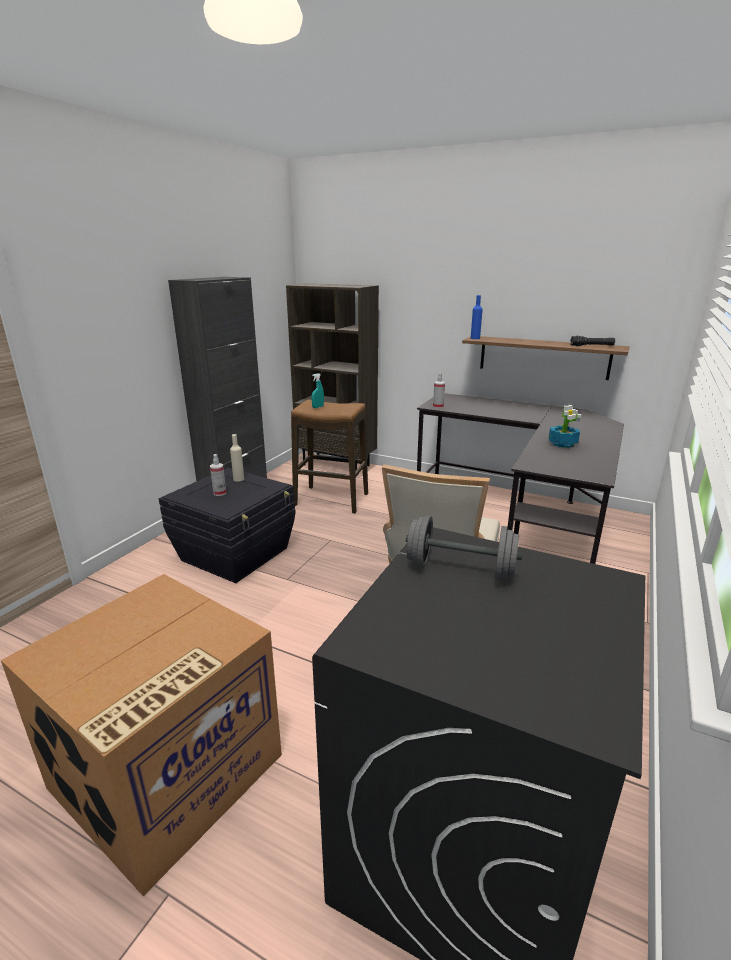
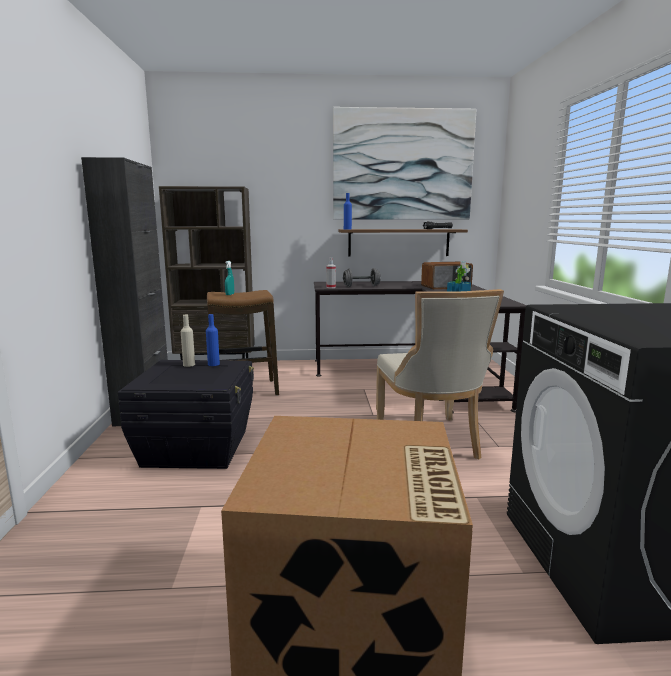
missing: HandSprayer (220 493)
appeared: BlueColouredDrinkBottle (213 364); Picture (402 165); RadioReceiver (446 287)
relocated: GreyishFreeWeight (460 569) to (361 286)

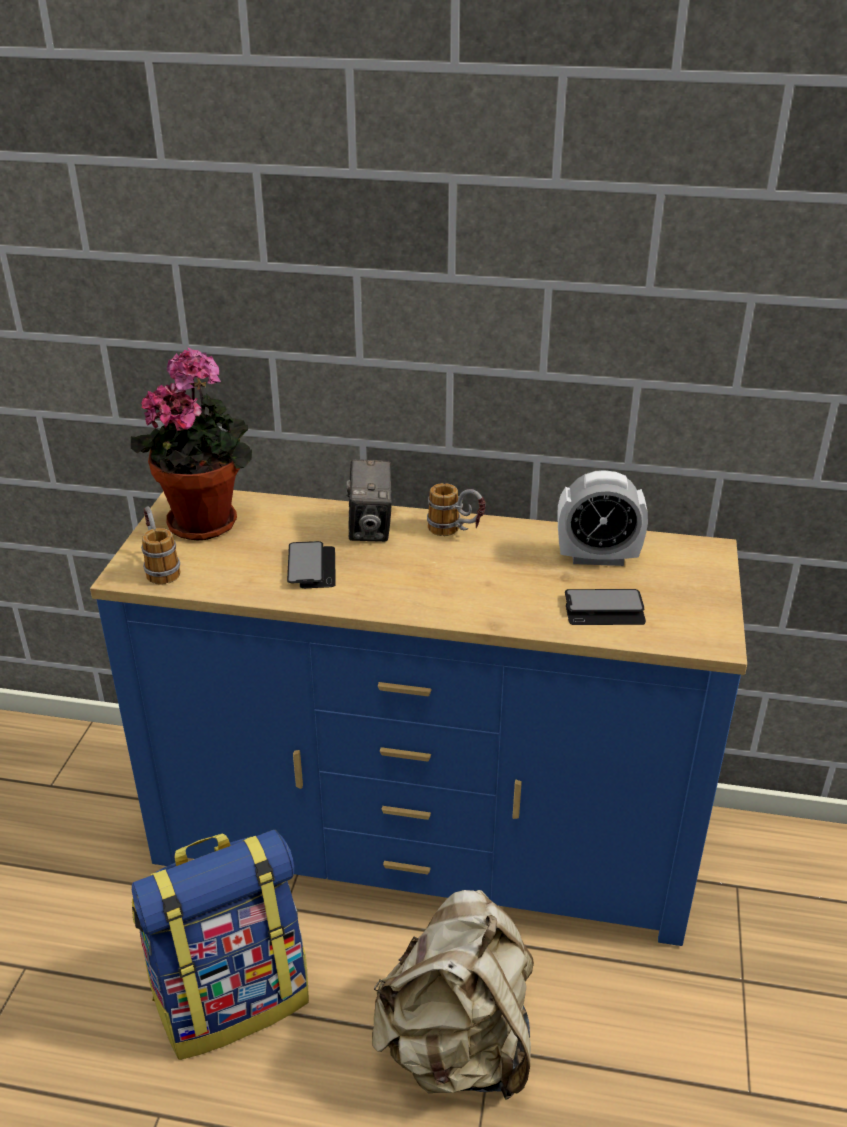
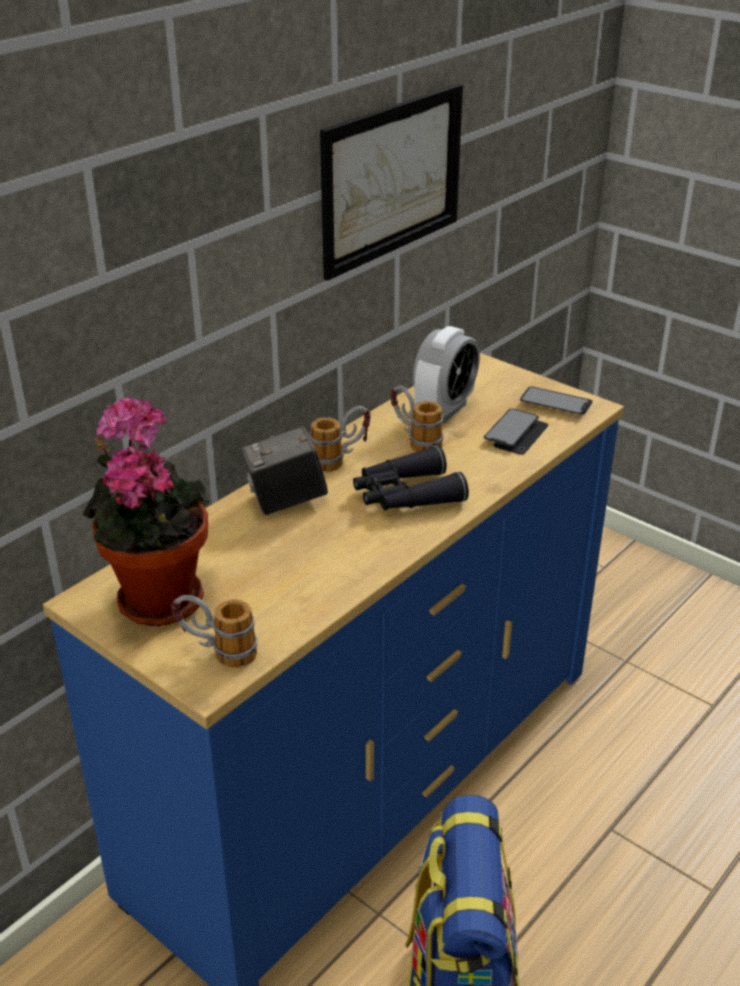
missing: SandColouredBackpack (458 1046)
appeared: Picture (392 179); BlackishFieldGlasses (406 495); TeaMug (414 441)
relocated: Telephone (311 567) to (556 403)
spun: PhotoCamera (370 529) = (286 501) 135 degrees clockwise

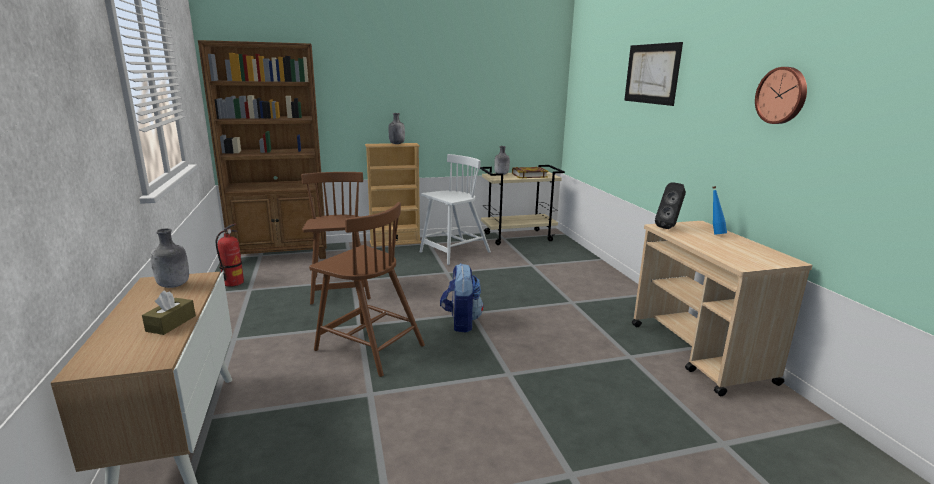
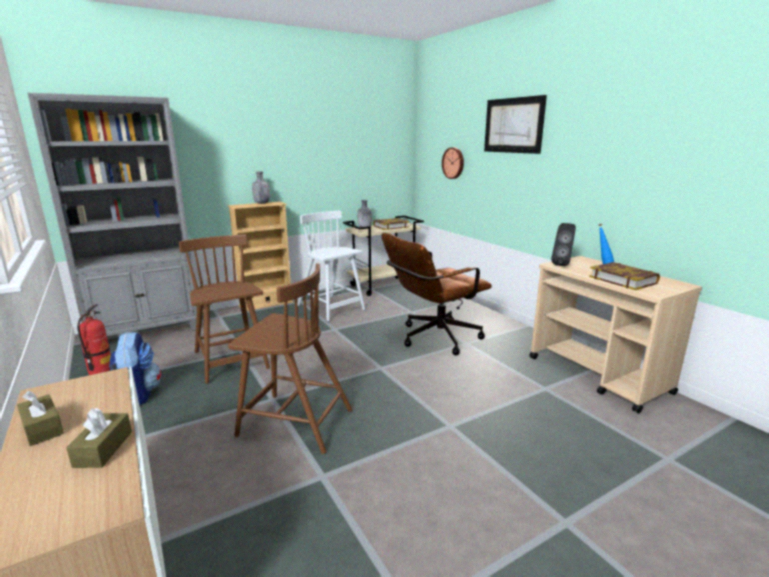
missing: GreyishDrinkBottle (174 285)
appeared: BrownishTissueBox (42 428); BrownishDeskChair (433 338); BoundBook (623 280)
relocated: Backpack (461 322) to (138 394); ClockOnTheWall (782 95) to (453 163)
colour: BrownishBookshelf (282 254) to GreyishBookshelf (146 331)
spun: WhitishChair (454 252) = (331 308) 75 degrees counterclockwise

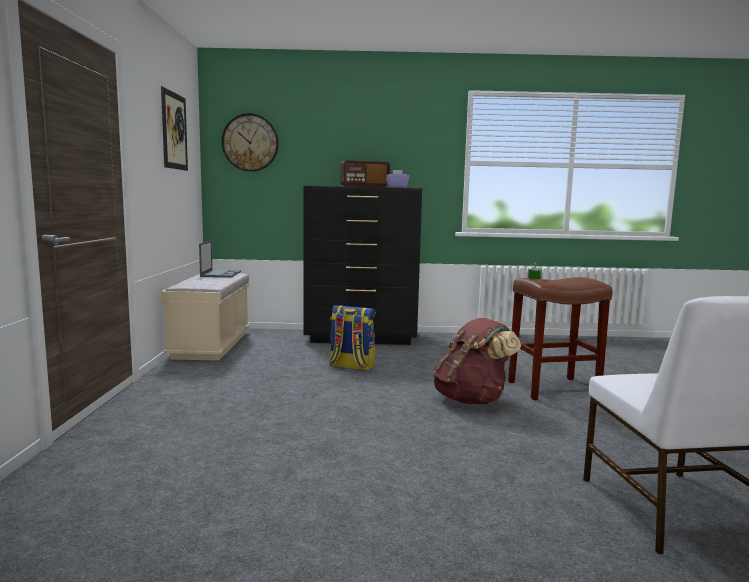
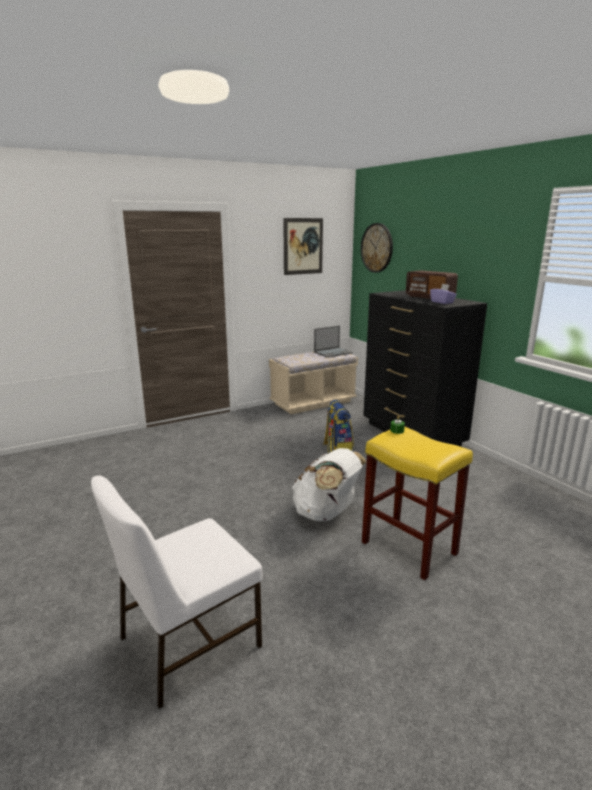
colour: BrownishBackpack (472 399) to WhitishBackpack (326 514); BrownishSittingStool (552 389) to YellowSittingStool (407 547)

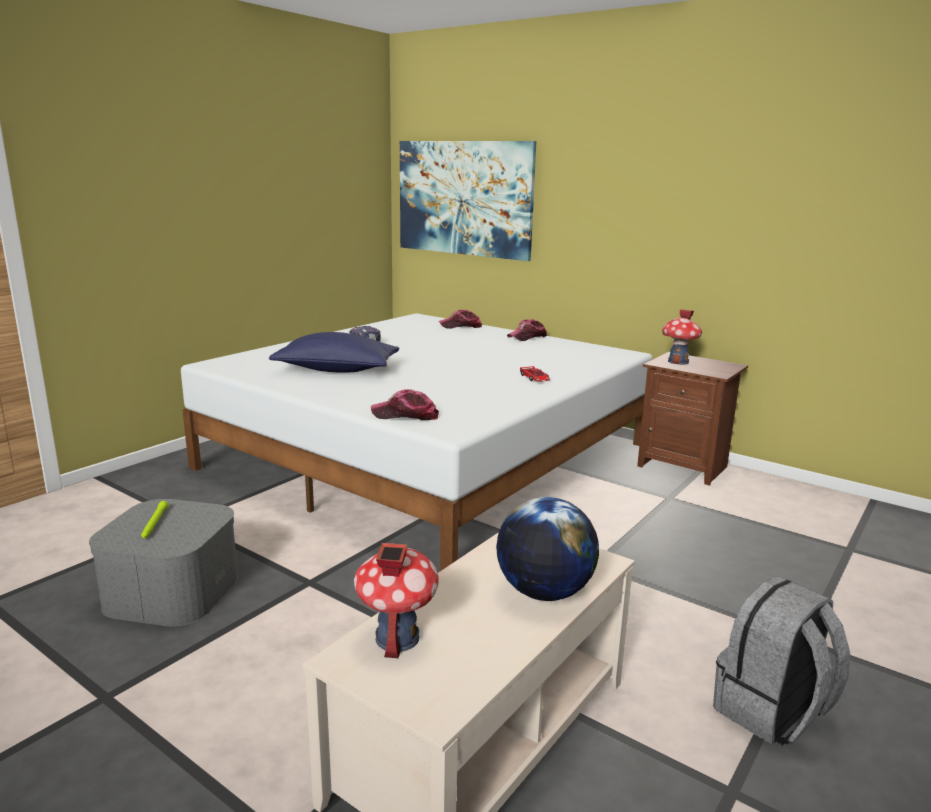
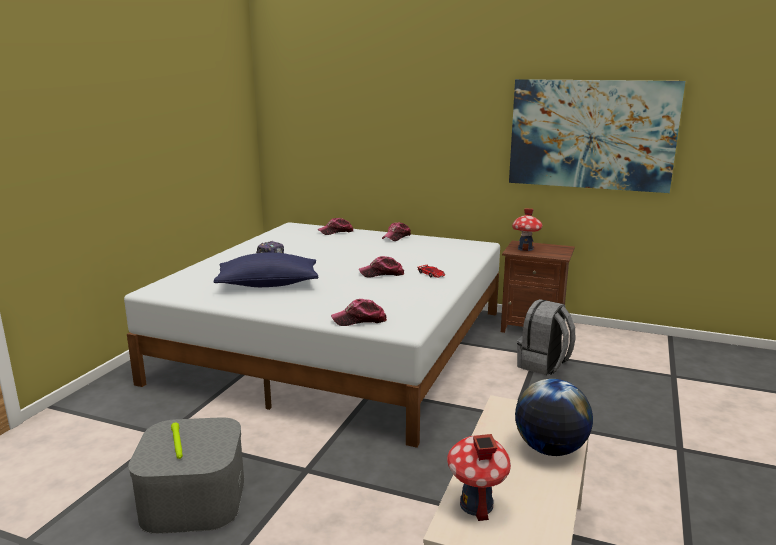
appeared: BaseballCap (382 273)
relocated: Picture (464 198) to (591 134); GreyishBackpack (771 712) to (543 365)

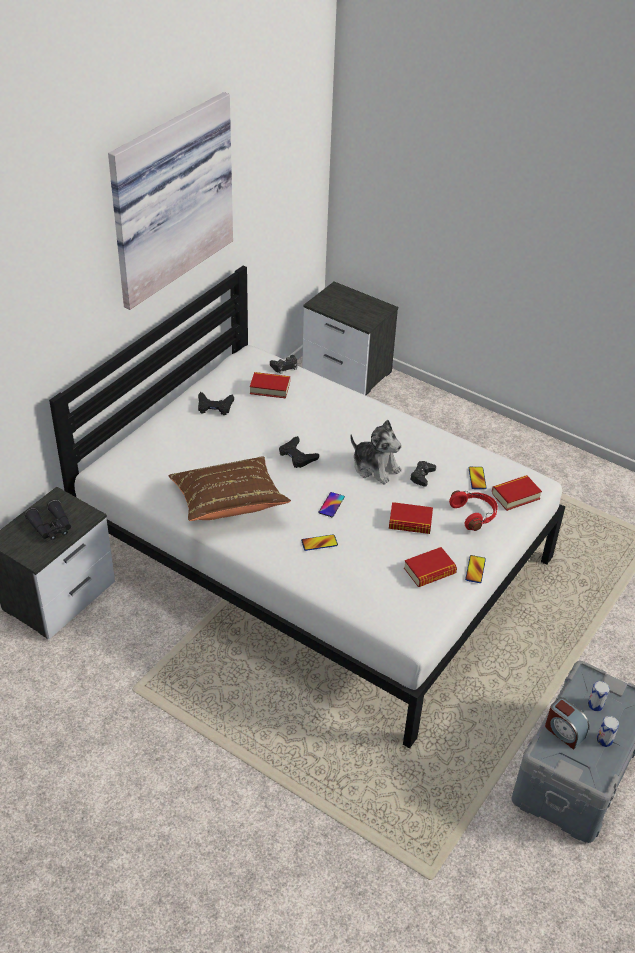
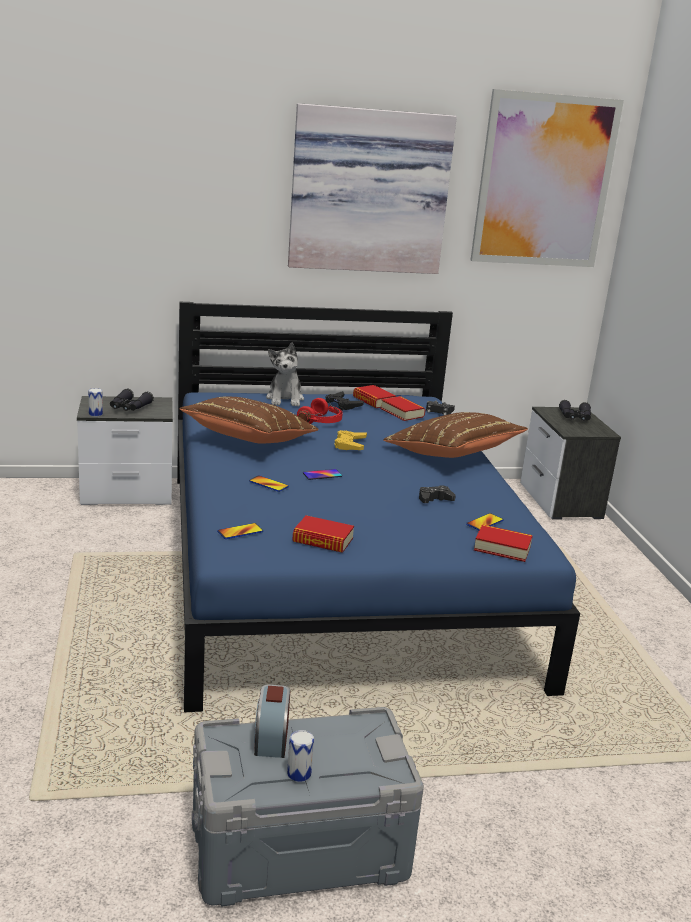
appeared: BrownishThrowPillow (452 455); Picture (544 181); BlackishFieldGlasses (575 417)
relocated: MetalCan (595 705) to (95 414); Telephone (475 569) to (240 532); SoftToy (375 468) to (285 399); ReddishHeadset (474 514) to (321 422); BoundBook (410 522) to (373 401)
colour: WhitishSleepingBed (315 554) to BlueColouredSleepingBed (337 570); BlackishJoypad (297 456) to YellowJoypad (350 444)

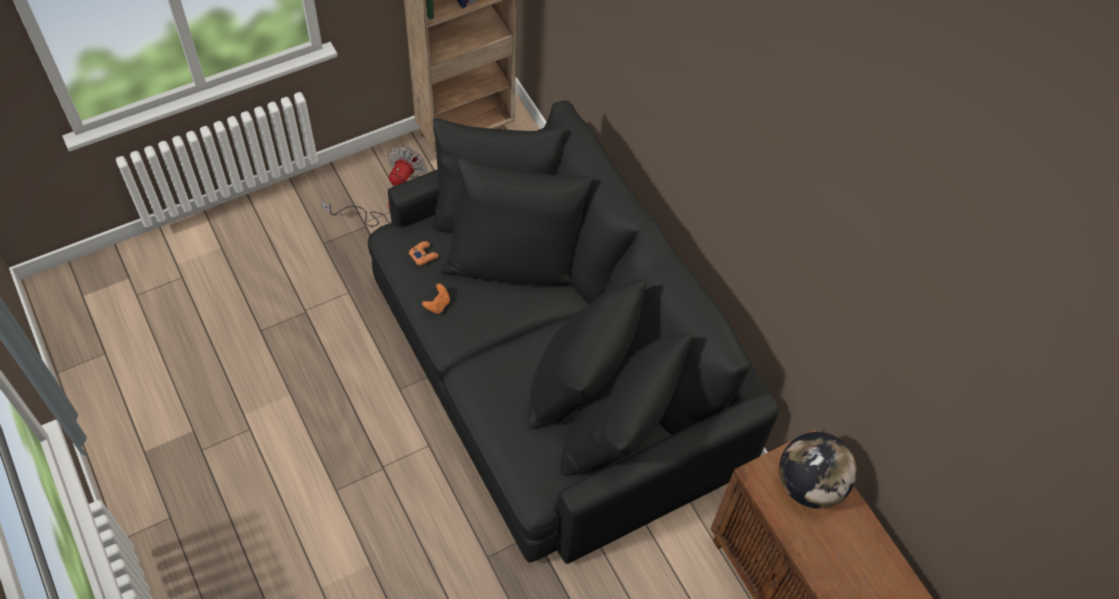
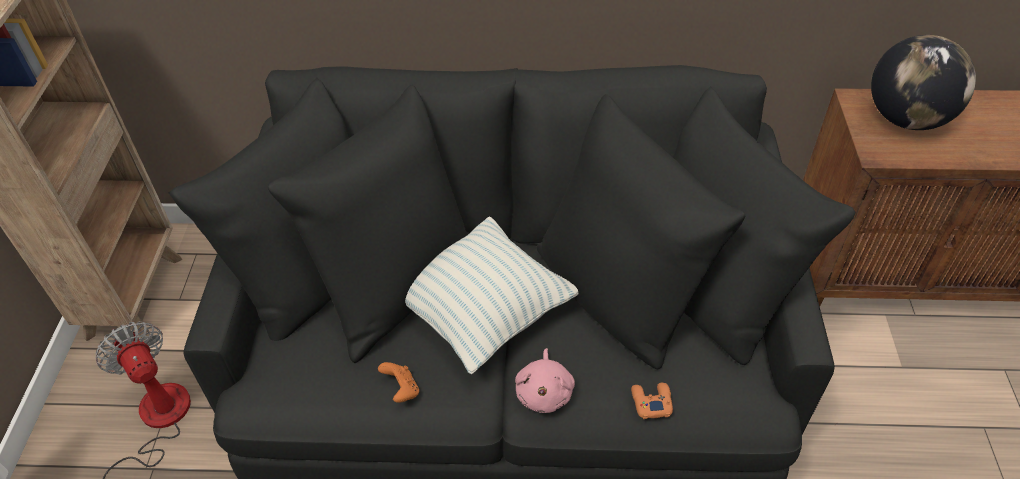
appeared: ThrowPillow (483 313); PinkColouredSoftToy (544 392)
relocated: OrangeJoypad (423 255) to (651 402)

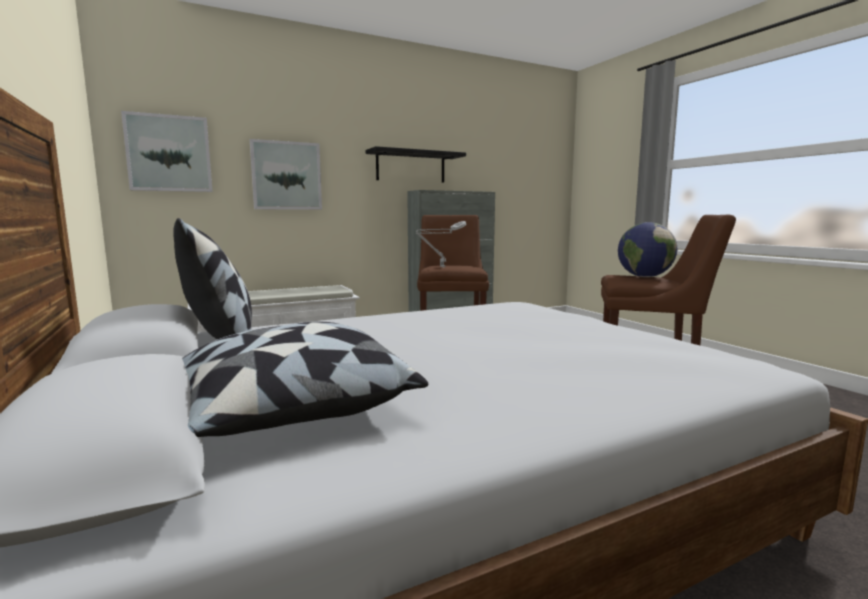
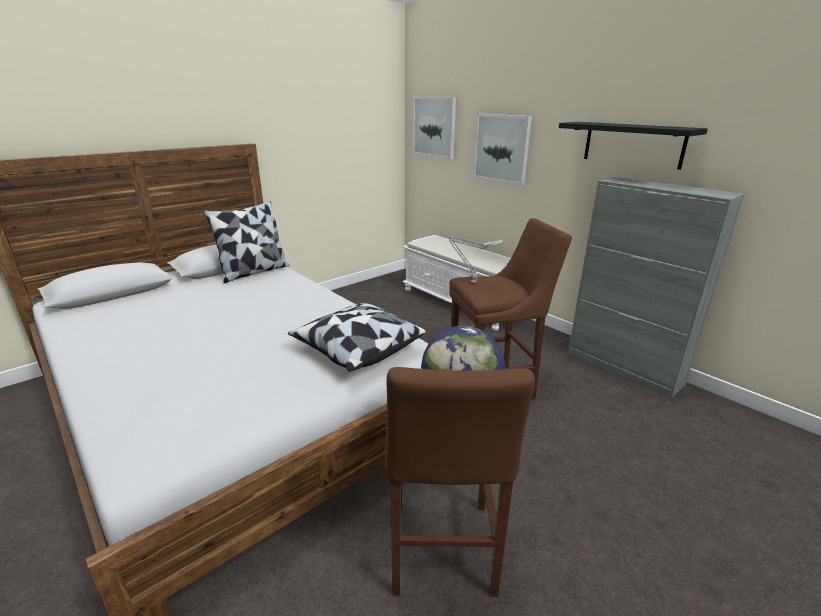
relocated: ThrowPillow (291 410) to (357 349)

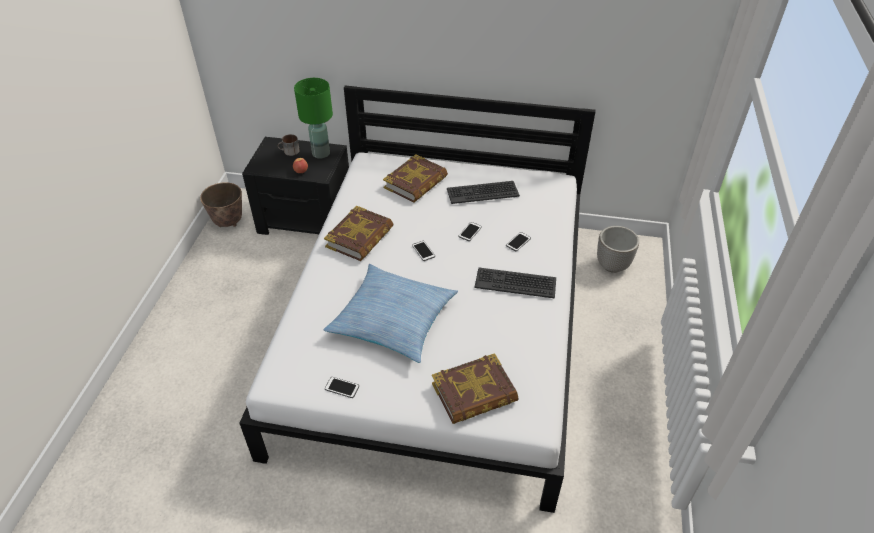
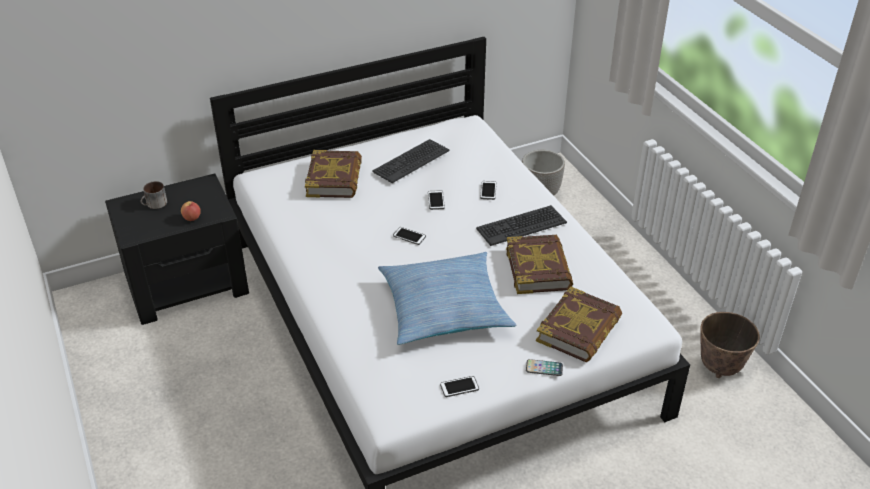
missing: GreenColouredLampForATable (321 154)
appeared: Telephone (544 368)
relocated: BoundBook (360 238) to (538 269); Planter (228 222) to (720 367)

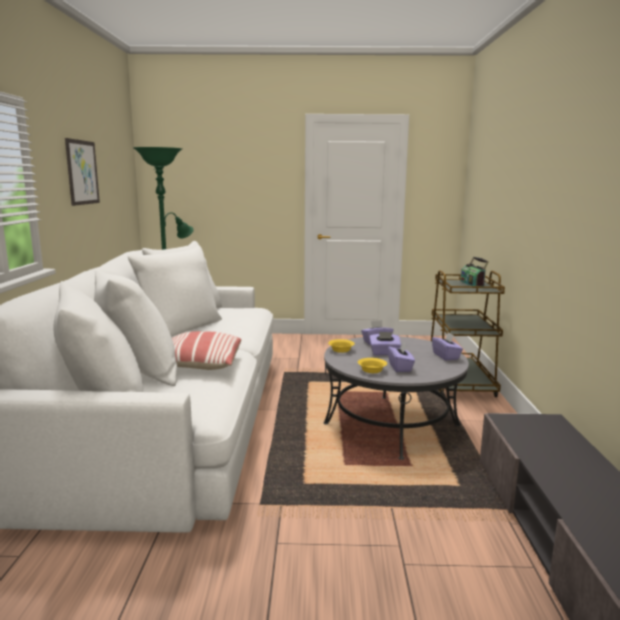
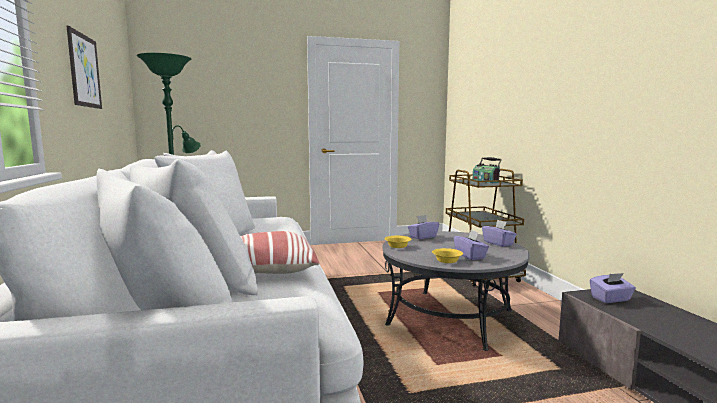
relocated: PurpleTissueBox (384 353) to (611 299)

